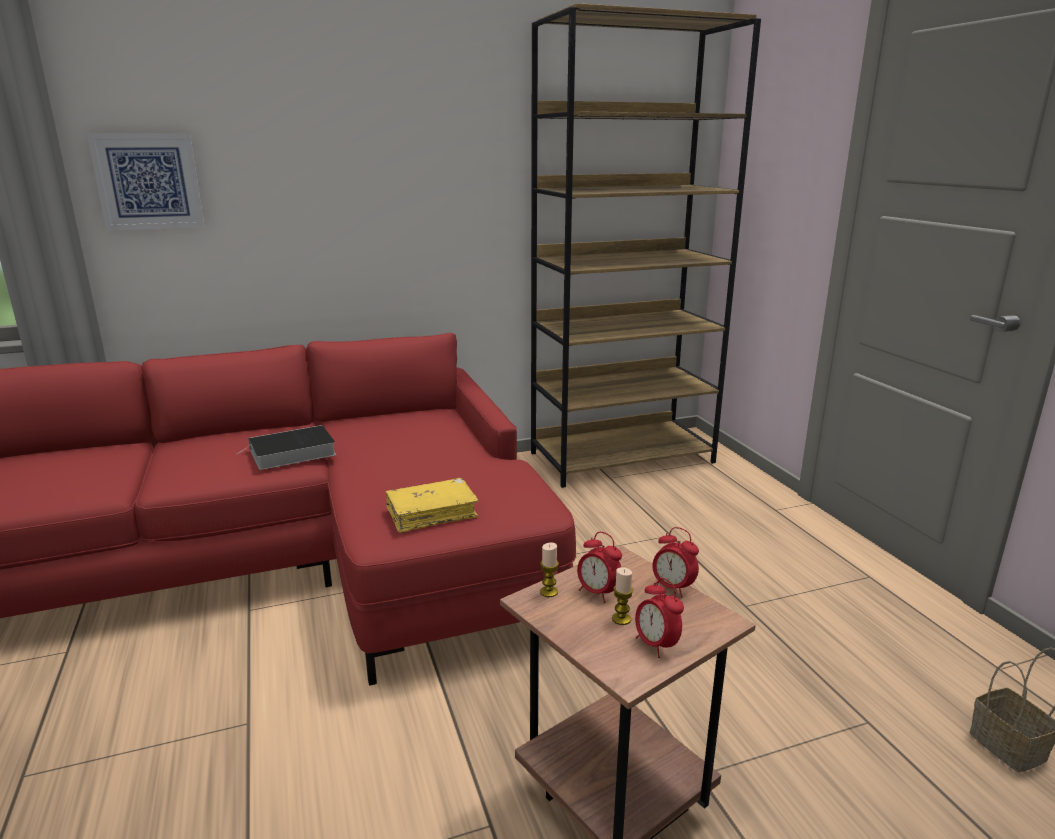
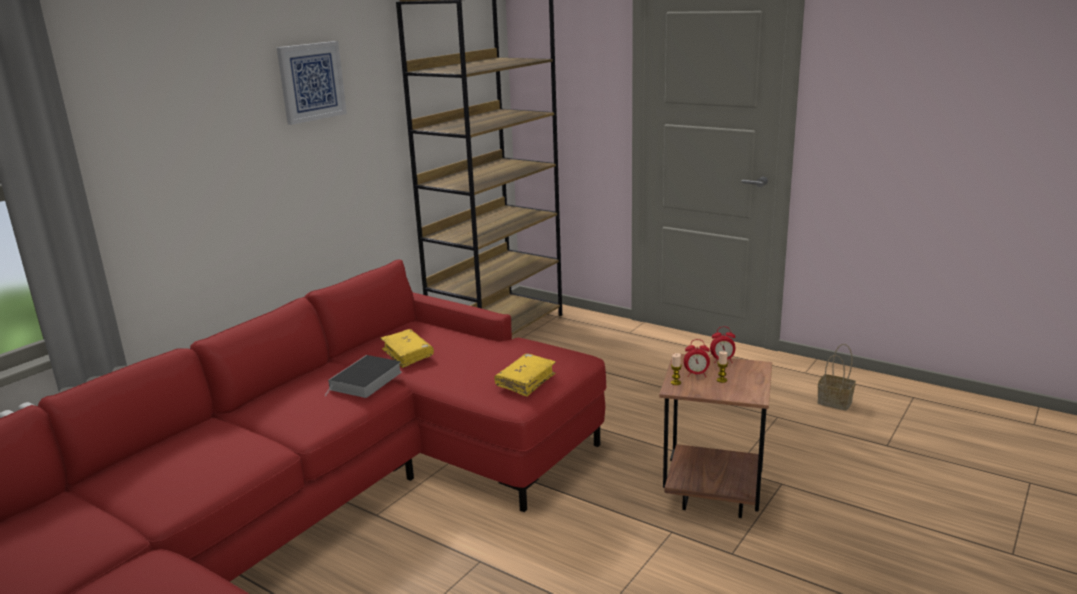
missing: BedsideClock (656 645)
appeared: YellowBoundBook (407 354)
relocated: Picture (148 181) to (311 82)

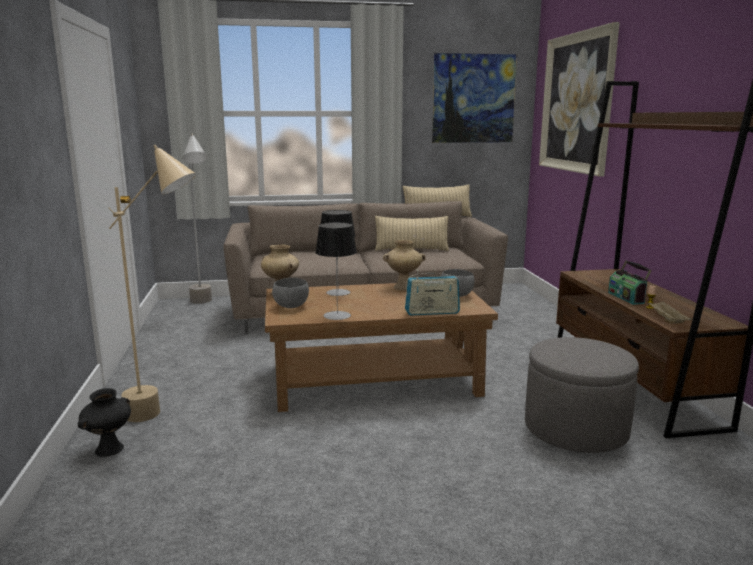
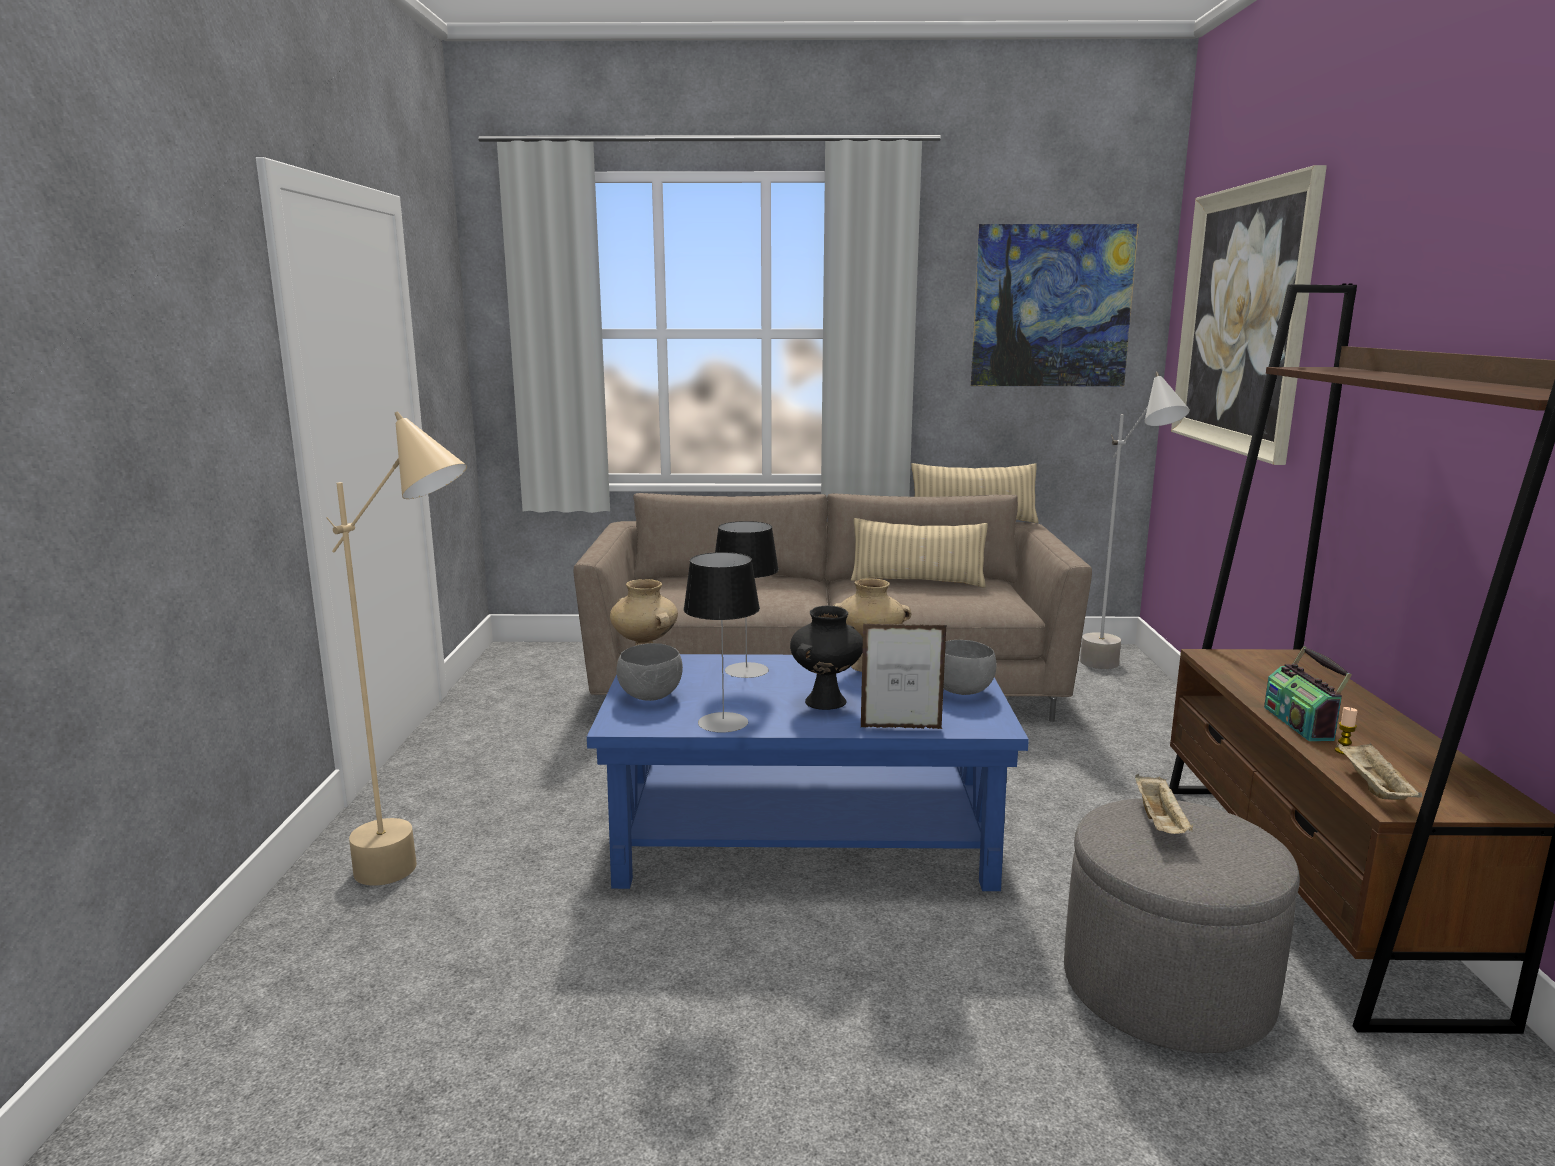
appeared: SandColouredTray (1160 822)
relocated: BlackishDecorativeVase (109 450) to (826 702); GreyishStandingLamp (203 305) to (1117 673)
exchanged: RadioReceiver (432 312) to StandingFrame (901 728)
colour: BrownishCoffeeTable (375 378) to BlueColouredCoffeeTable (805 832)

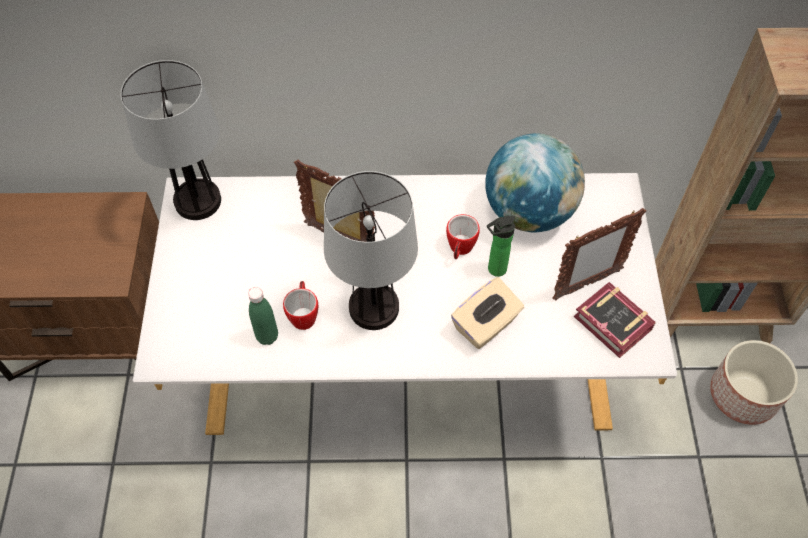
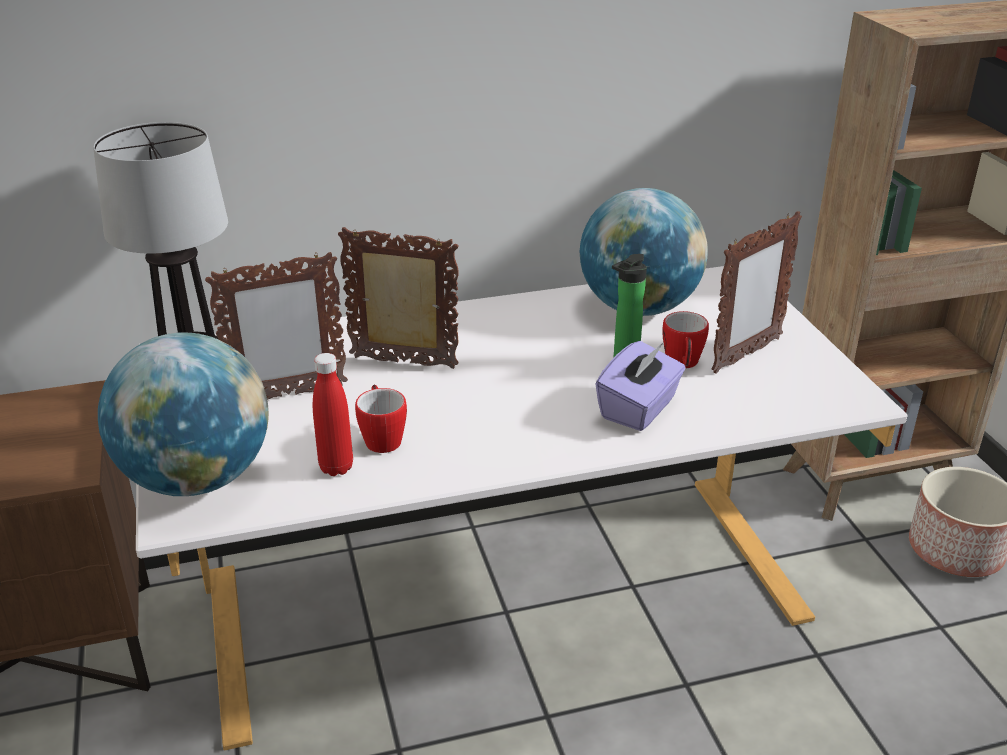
missing: LampForATable (375 308); BoundBook (613 326)
appeared: DeskGlobe (198 479); StandingFrame (288 395)
relocated: TeaMug (459 250) to (682 364)
colour: GreenColouredDrinkBottle (267 336) to ReddishDrinkBottle (336 467); SandColouredTissueBox (486 325) to PurpleTissueBox (639 409)

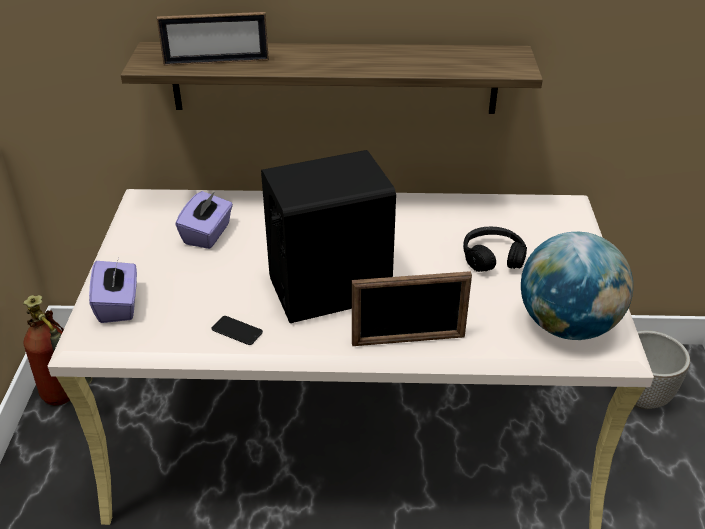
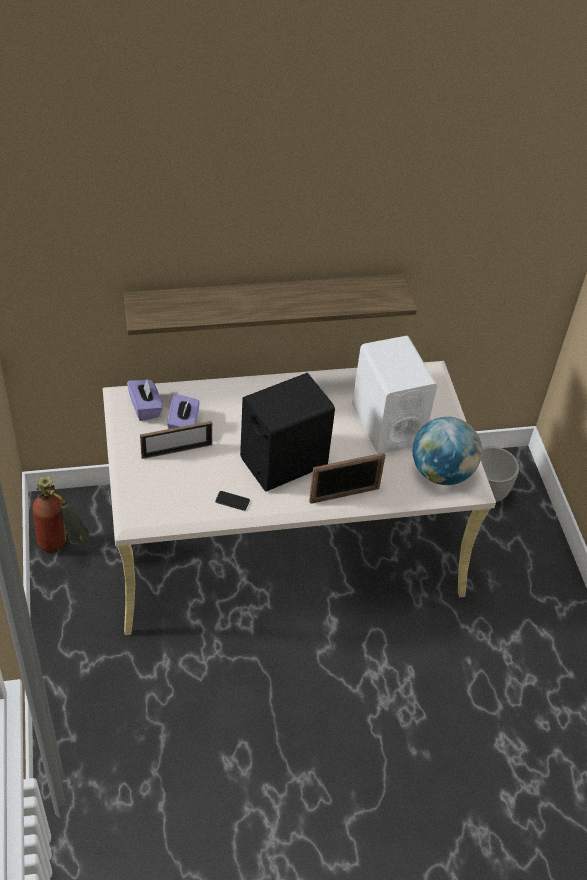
relocated: PurpleTissueBox (119 305) to (145 407); StandingFrame (216 62) to (177 451)
exchanged: BlackishHeadset (492 257) to WhitishLoudspeaker (387 424)

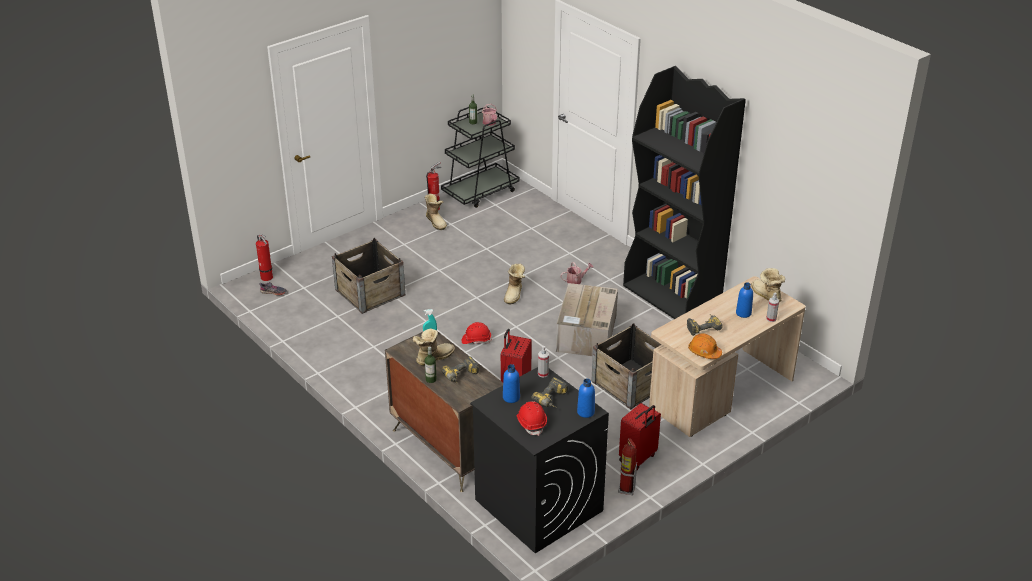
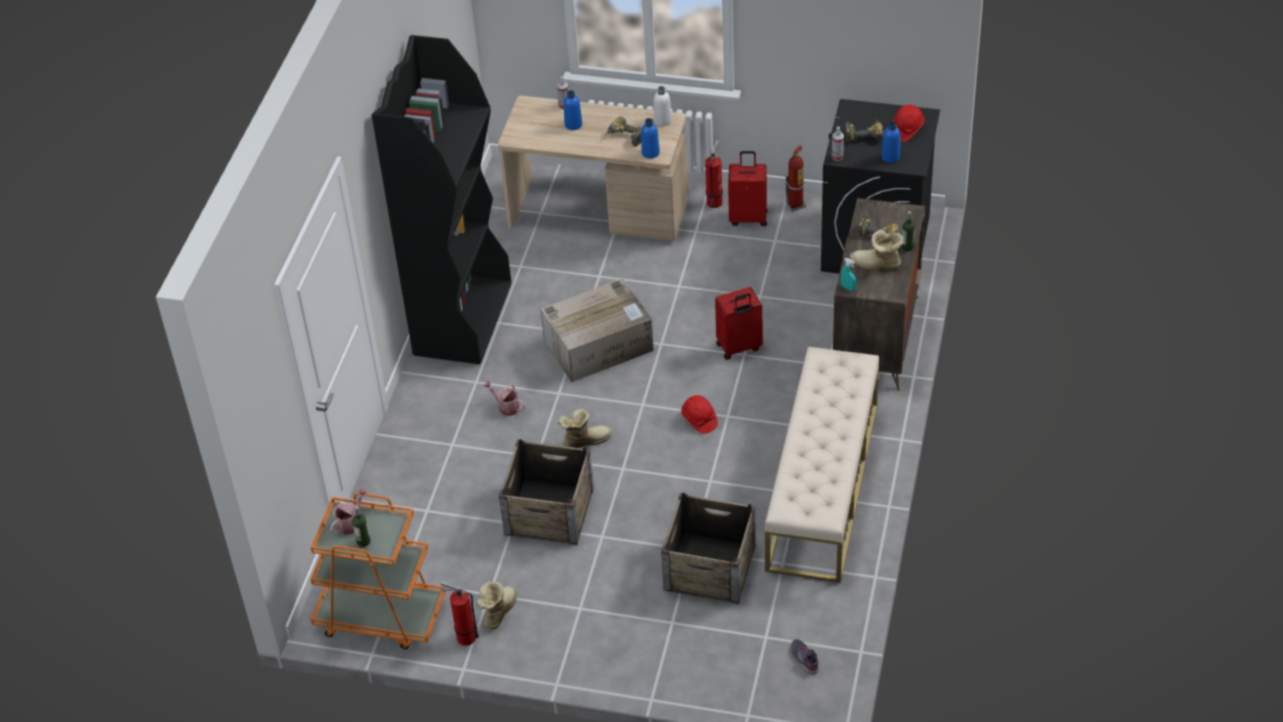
missing: TallBoot (765 296)
appeared: SandColouredIndoorBench (823 486)
relocated: PackingCrate (630 383) to (549 511); BlueColouredDrinkBottle (585 412) to (650 153); Extinguisher (267 278) to (715 201)
exchanged: OrangeHardHat (704 352) to WhitishDrinkBottle (662 121)
colour: BlackishWheeledCart (480 192) to OrangeWheeledCart (380 616)

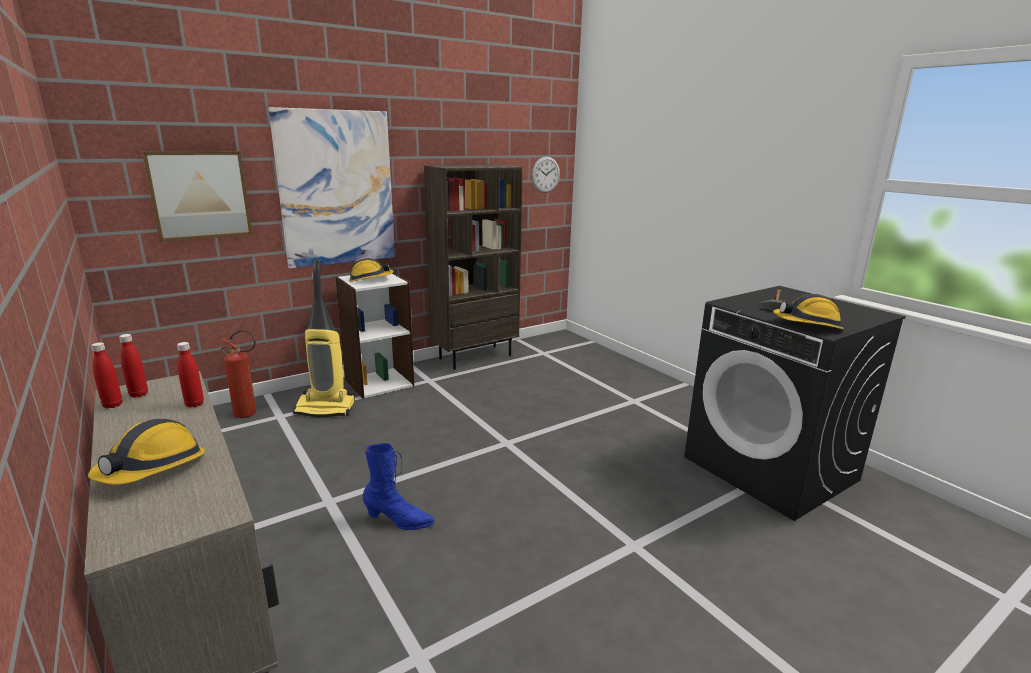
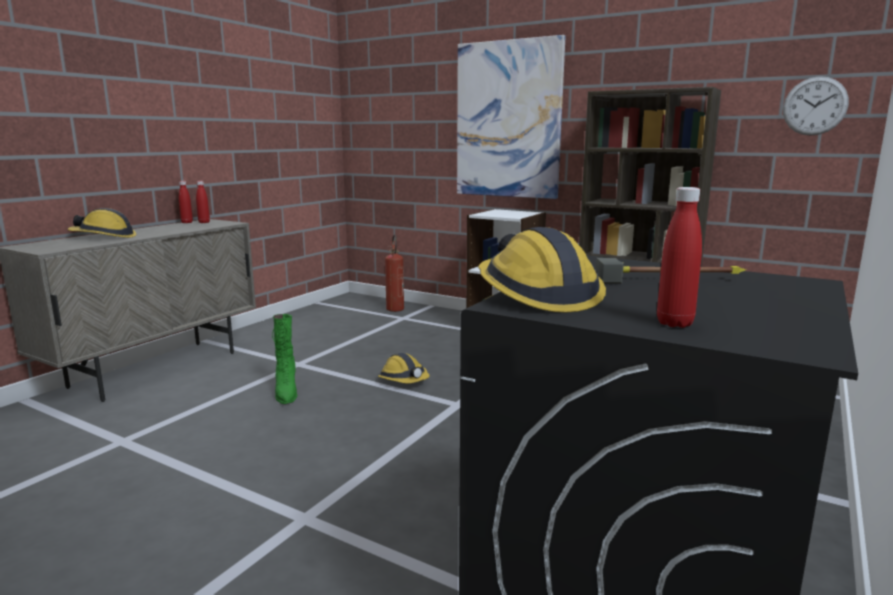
missing: Picture (200 195); Vacuum (326 408)
relocated: HardHat (370 279) to (404 380); ReddishDrinkBottle (194 404) to (674 323)
colour: BlueColouredTallBoot (398 521) to GreenColouredTallBoot (286 392)

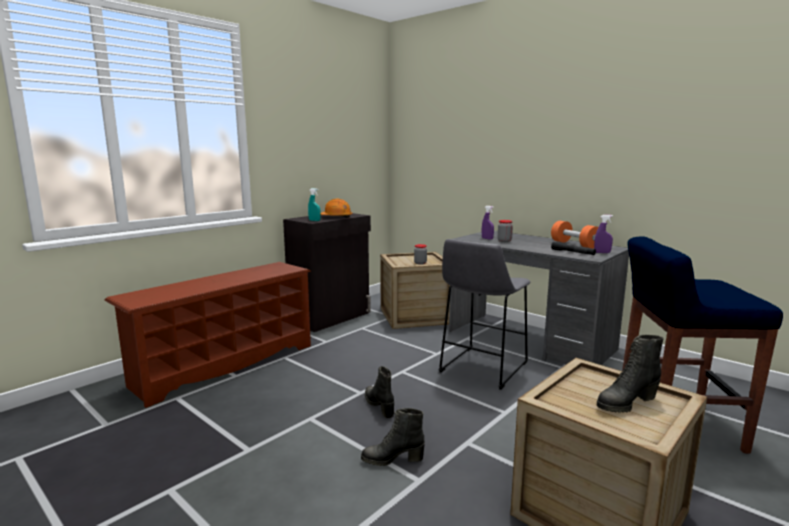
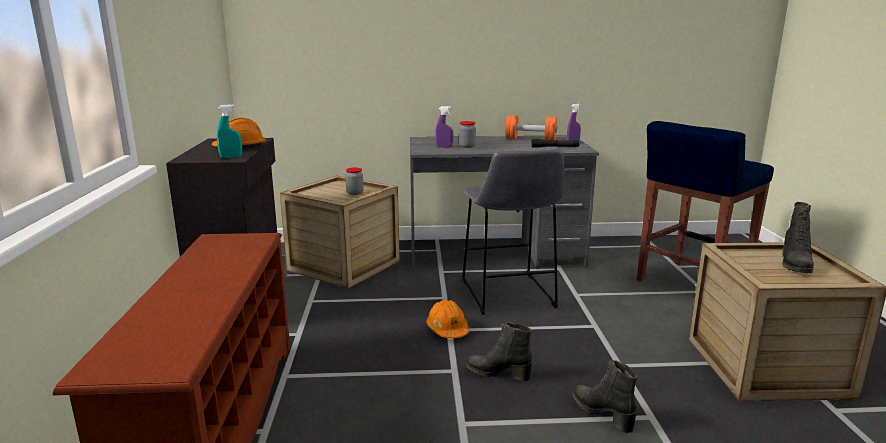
appeared: OrangeHardHat (447 329)
spun: BlackishTallBoot (392 459) = (602 413) 105 degrees clockwise

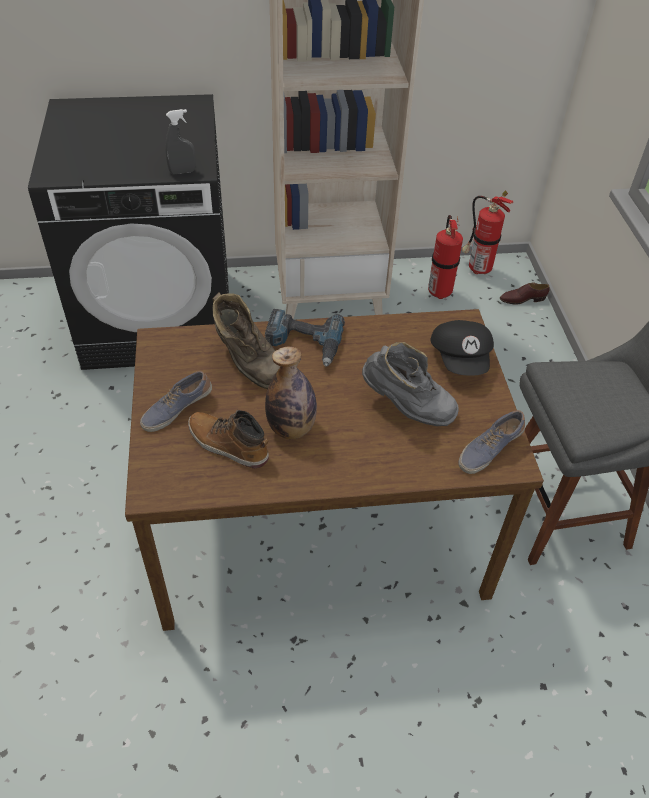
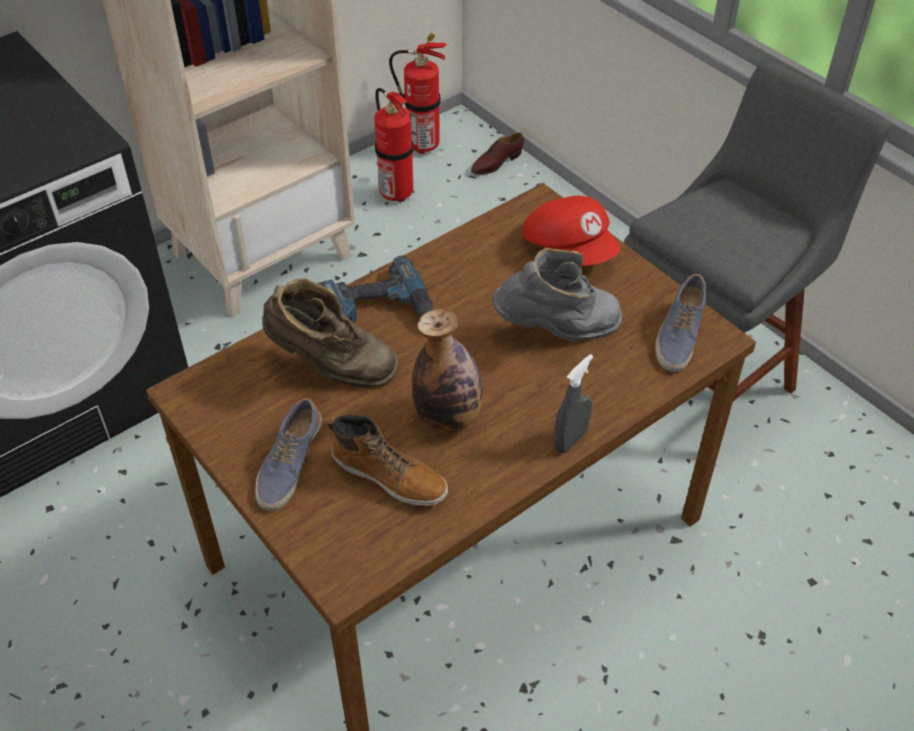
relocated: GreyishHandSprayer (182 172) to (570 440)
colour: BlackishBaseballCap (461 359) to ReddishBaseballCap (570 248)
spun: TallBoot (227 445) = (390 476) 150 degrees counterclockwise

